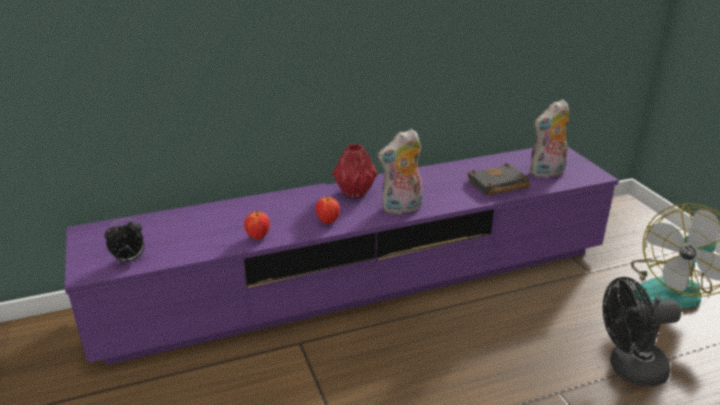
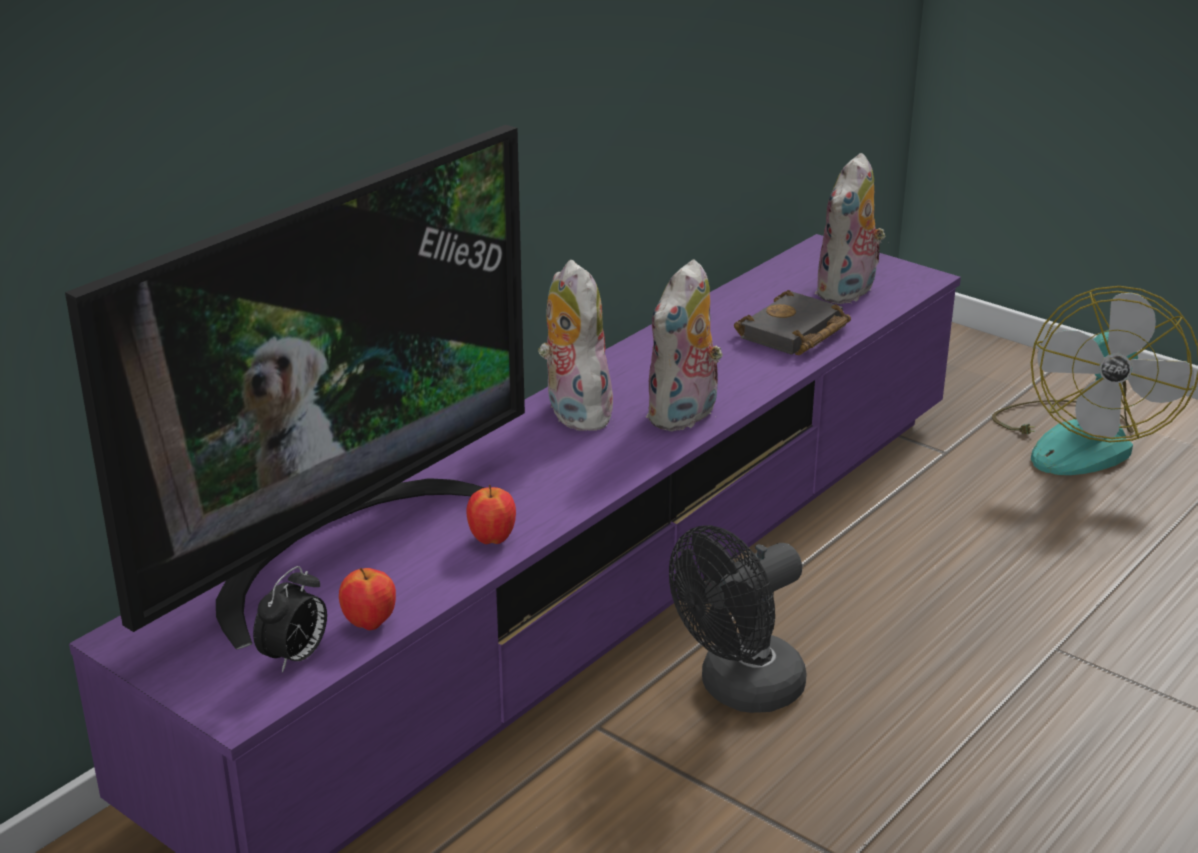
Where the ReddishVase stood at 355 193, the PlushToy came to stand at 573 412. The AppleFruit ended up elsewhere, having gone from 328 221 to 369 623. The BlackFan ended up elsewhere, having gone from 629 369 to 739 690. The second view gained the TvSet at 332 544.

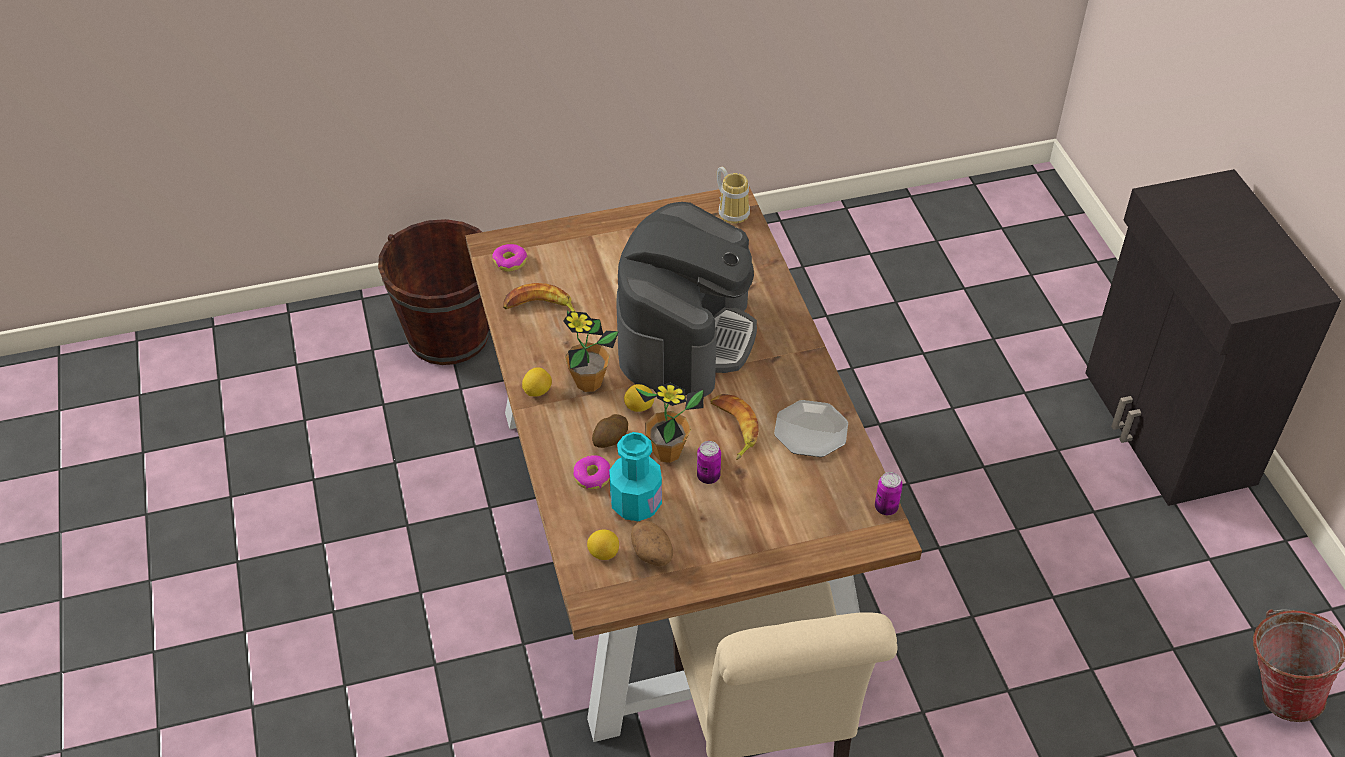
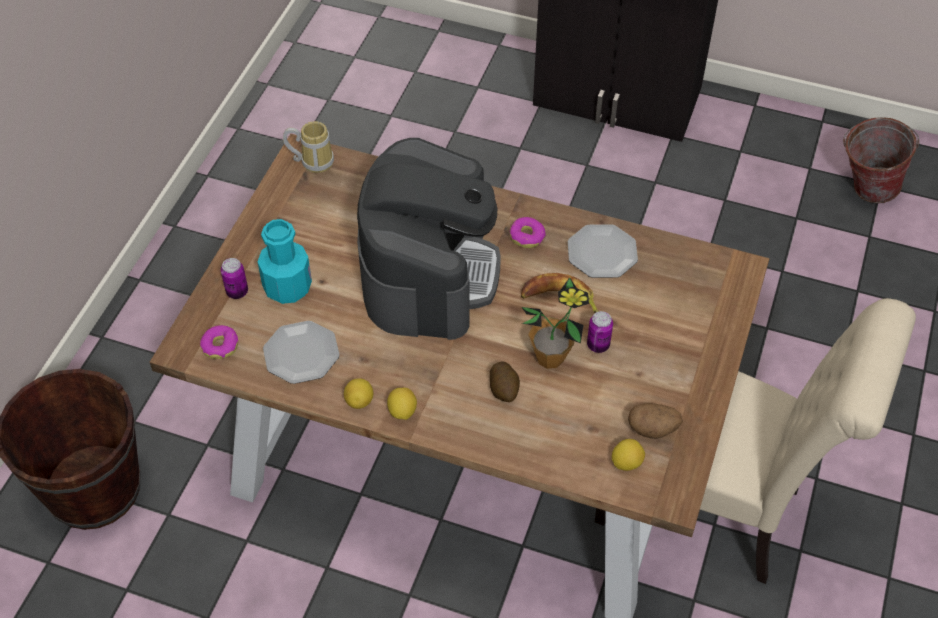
The CoffeeBrewer at 685 335 ended up facing another way, 45 degrees clockwise from before. Where the Banana stood at 540 308, the FlatDish came to stand at 301 355. The second view lost the Houseplant at 588 382. The WholeLemon ended up elsewhere, having gone from 639 407 to 359 401. The TurquoiseColouredBottle ended up elsewhere, having gone from 636 503 to 287 287. The RingDoughnut ended up elsewhere, having gone from 592 477 to 527 237. The MetalCan ended up elsewhere, having gone from 886 508 to 237 292.

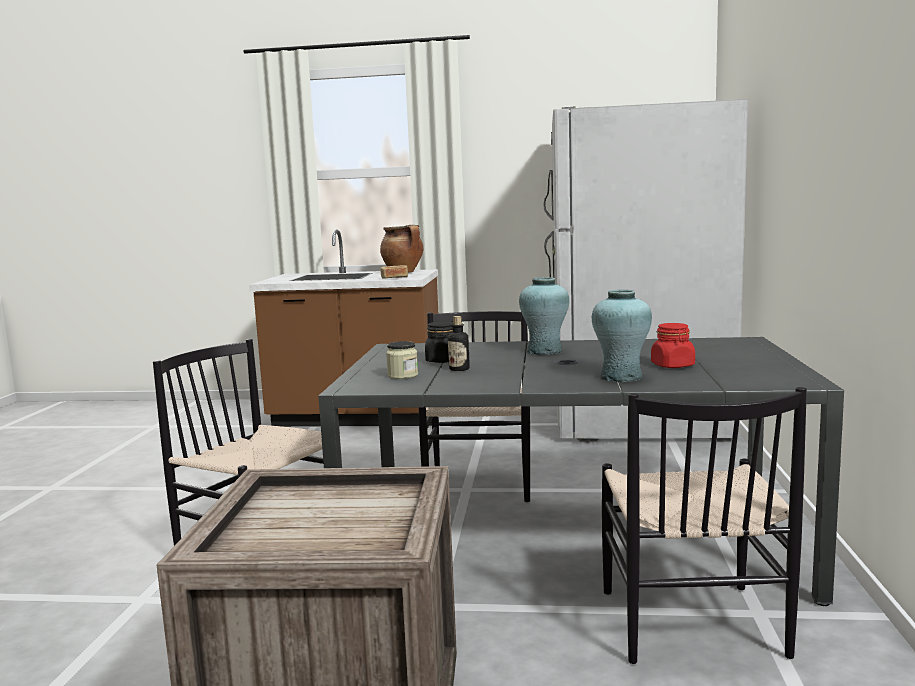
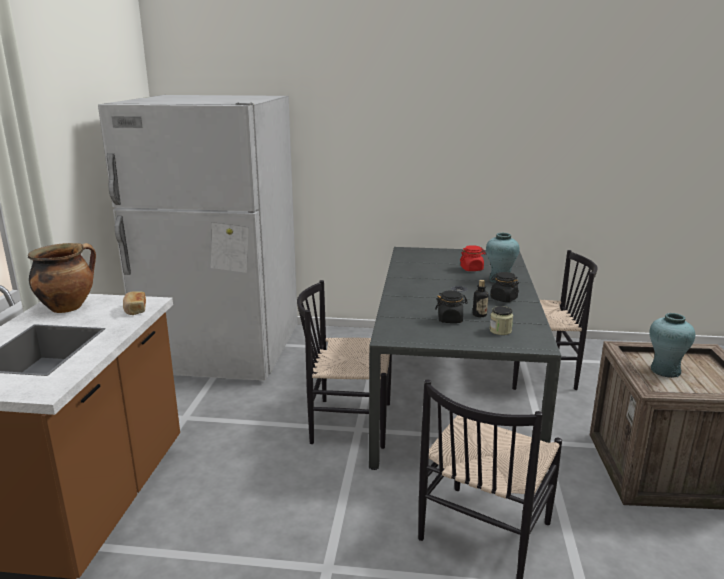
The TurquoiseColouredVase ended up elsewhere, having gone from 544 351 to 665 371. The second view gained the BlackJar at 503 299.

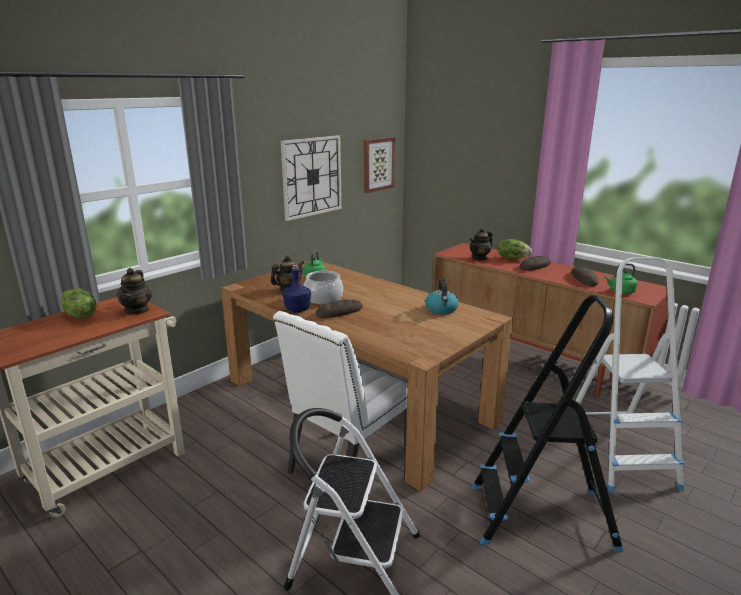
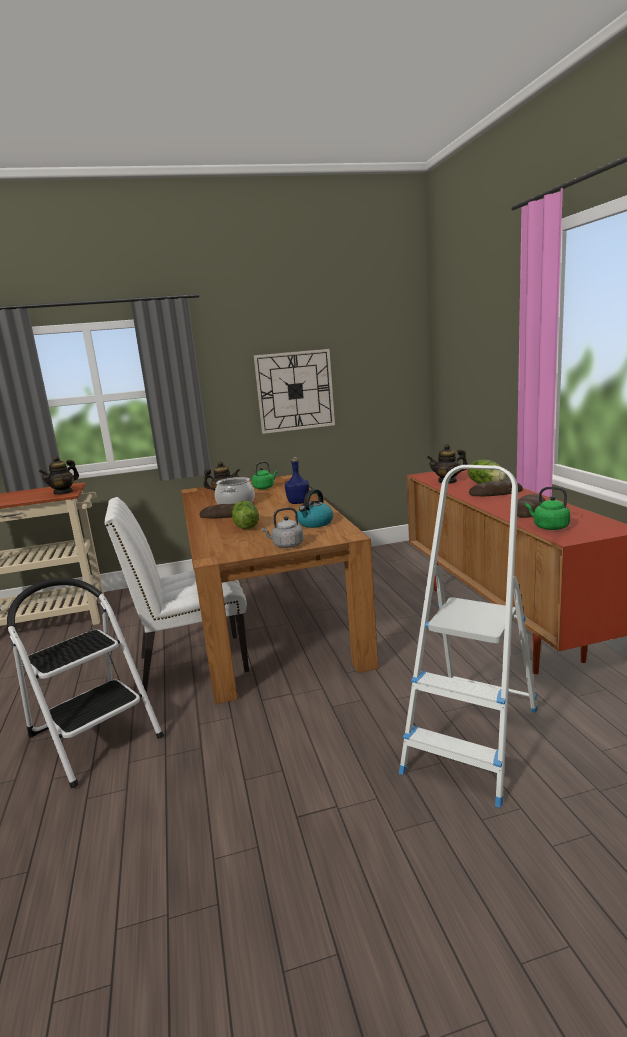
The second view lost the WallPicture at 378 164. The BluishBottle ended up elsewhere, having gone from 297 310 to 298 502. The Lettuce ended up elsewhere, having gone from 79 316 to 245 527. The second view lost the BlackStepLadder at 540 516. The second view gained the GreyishKettle at 286 545.

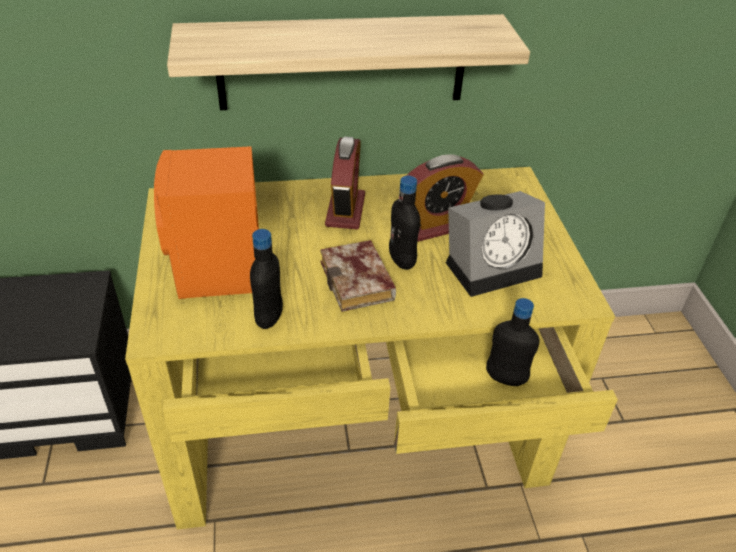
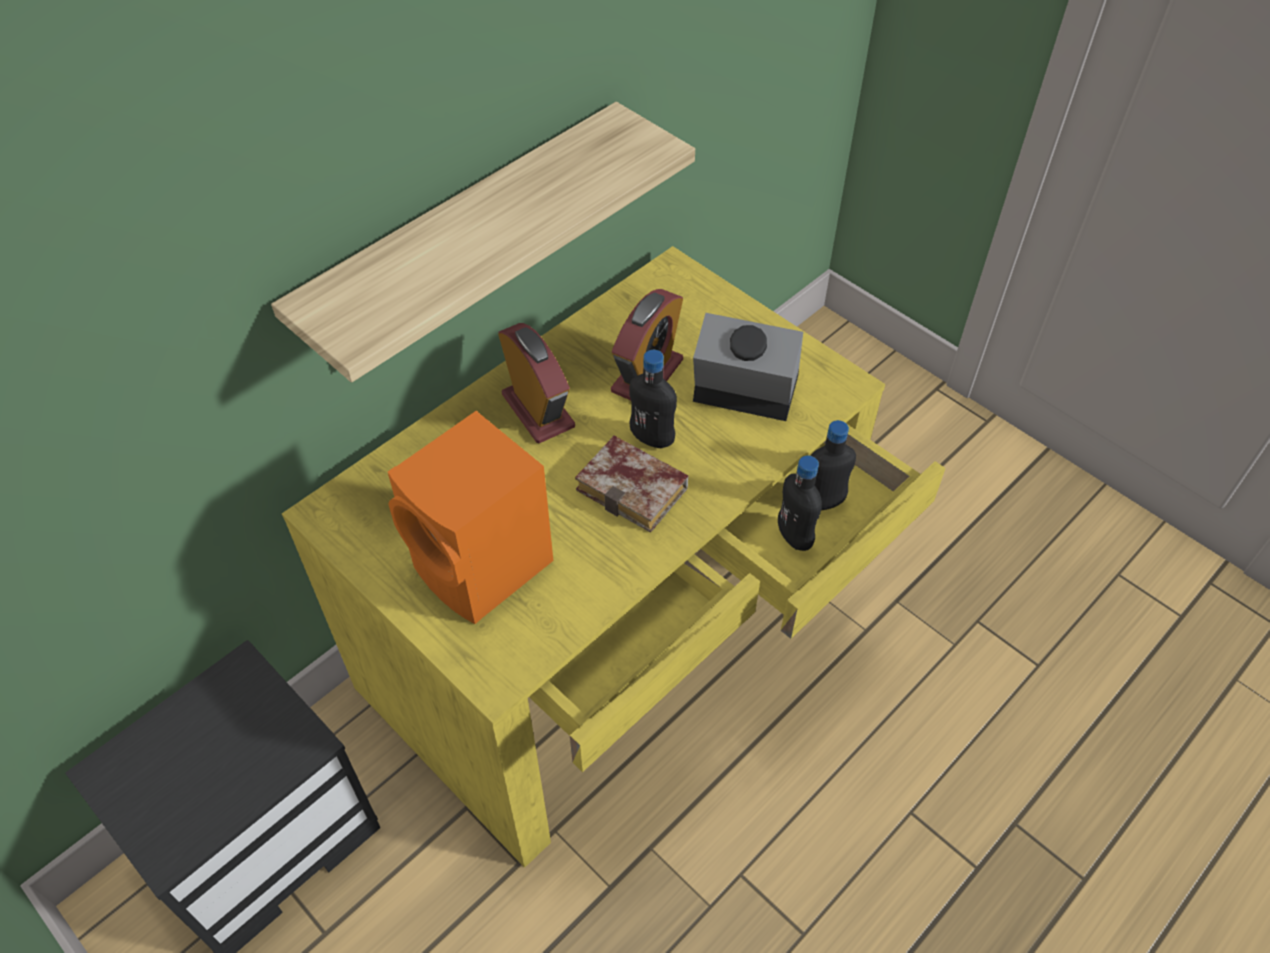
The BedsideClock at 493 266 ended up facing another way, 105 degrees counterclockwise from before. The BlackBottle ended up elsewhere, having gone from 269 317 to 794 536.

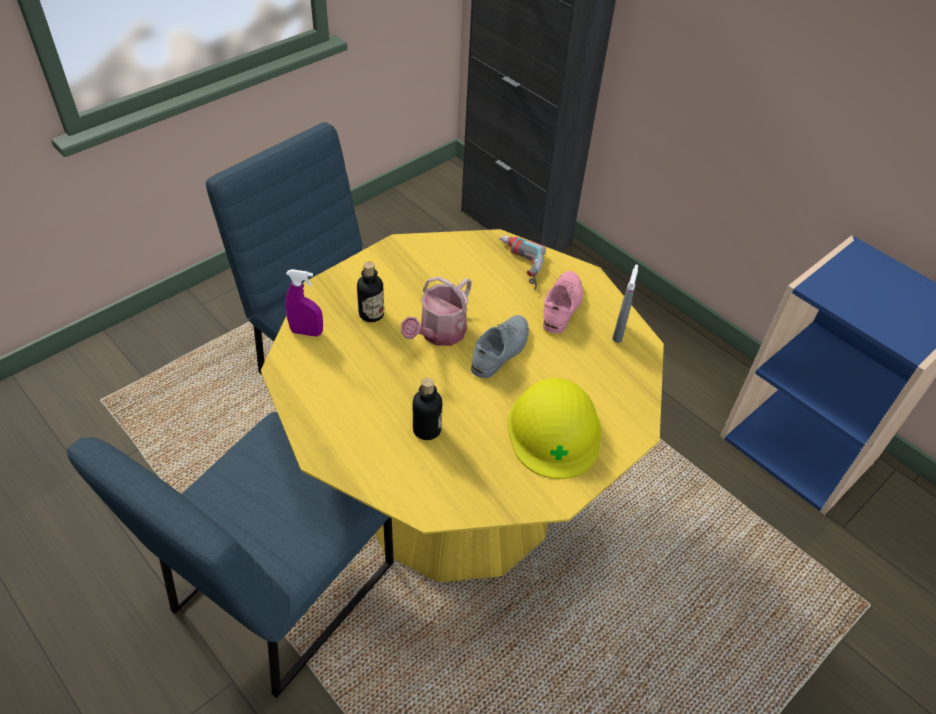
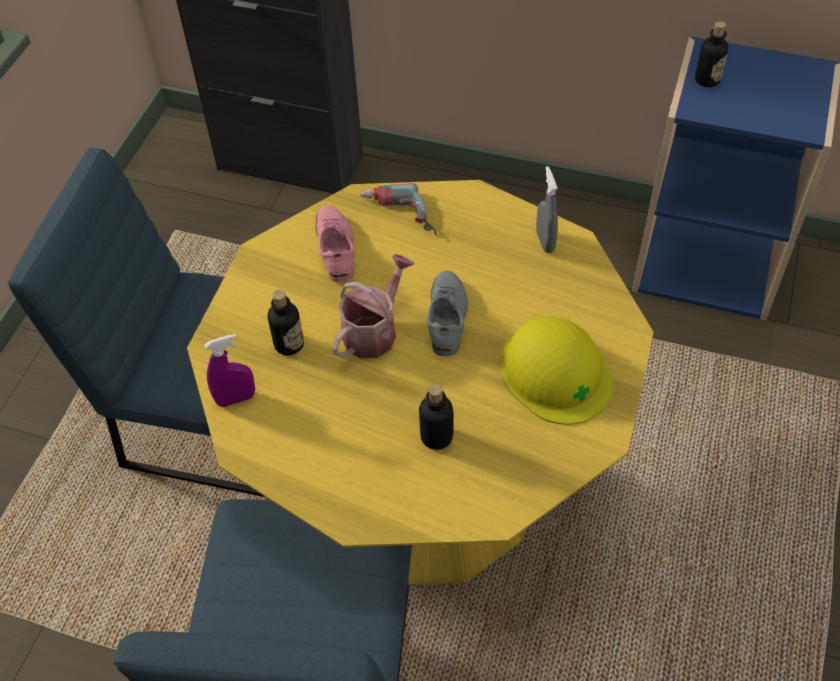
The PinkColouredShoe ended up elsewhere, having gone from 562 306 to 336 247. The SprinklingCan at 439 334 ended up facing another way, 150 degrees counterclockwise from before. The second view gained the Bottle at 707 80.

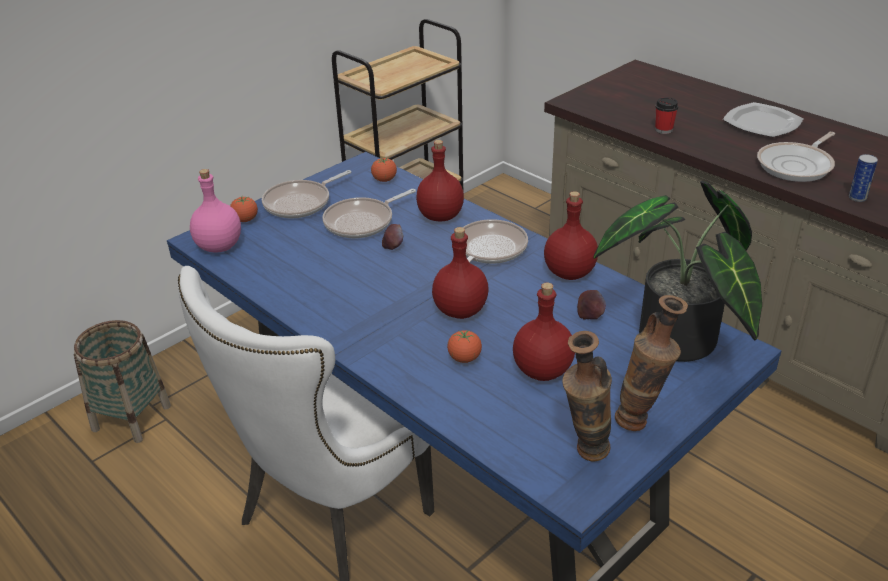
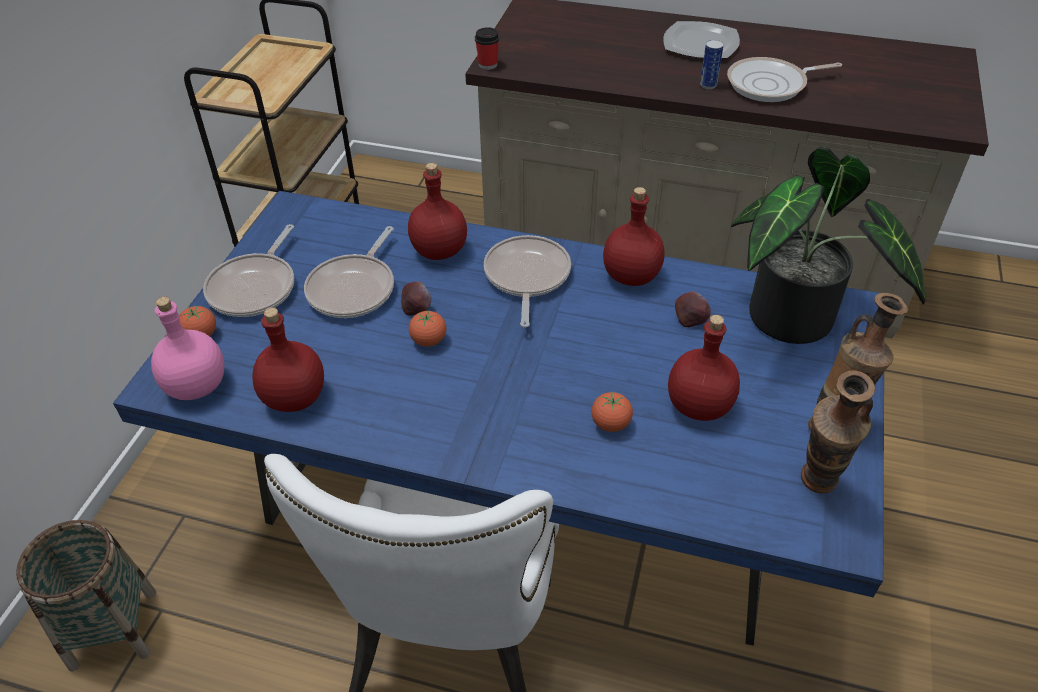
The Cup ended up elsewhere, having gone from 663 130 to 488 65. The Skillet at 797 165 ended up facing another way, 60 degrees clockwise from before. The MetalCan ended up elsewhere, having gone from 857 198 to 708 85. The Tomato ended up elsewhere, having gone from 384 180 to 429 340. The ReddishBottle ended up elsewhere, having gone from 461 311 to 295 398.

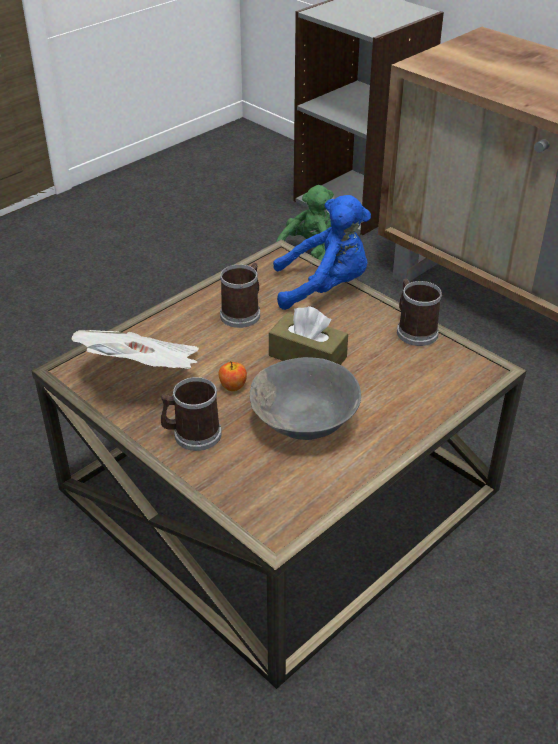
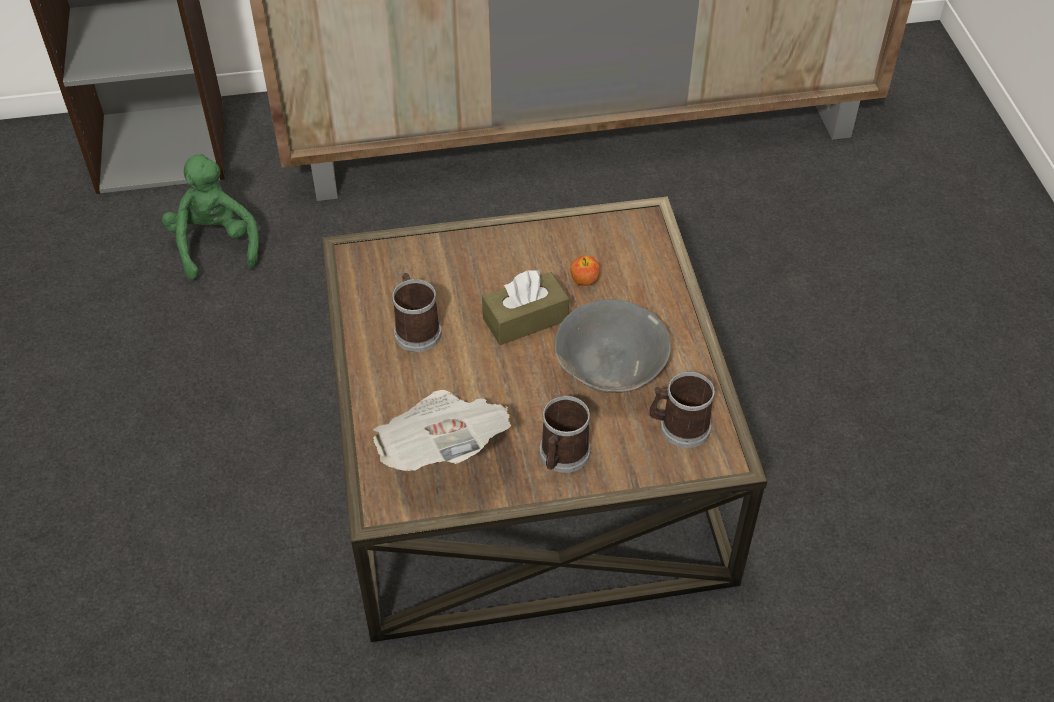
The second view lost the BluishPlushToy at 324 288. The Mug ended up elsewhere, having gone from 414 330 to 679 427. The AppleFruit ended up elsewhere, having gone from 233 386 to 584 280.

